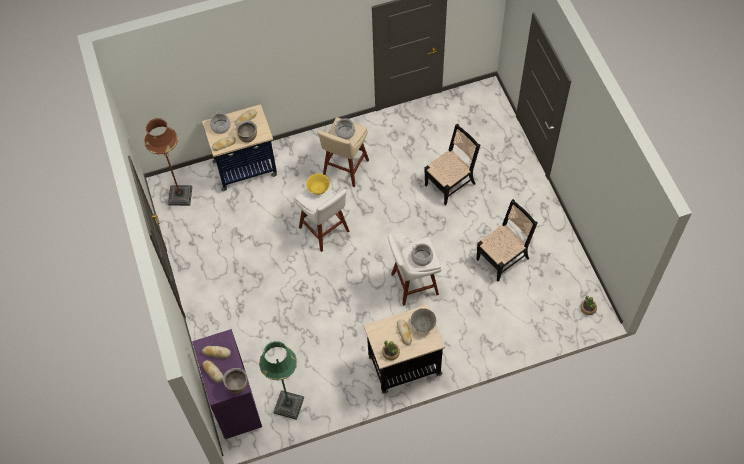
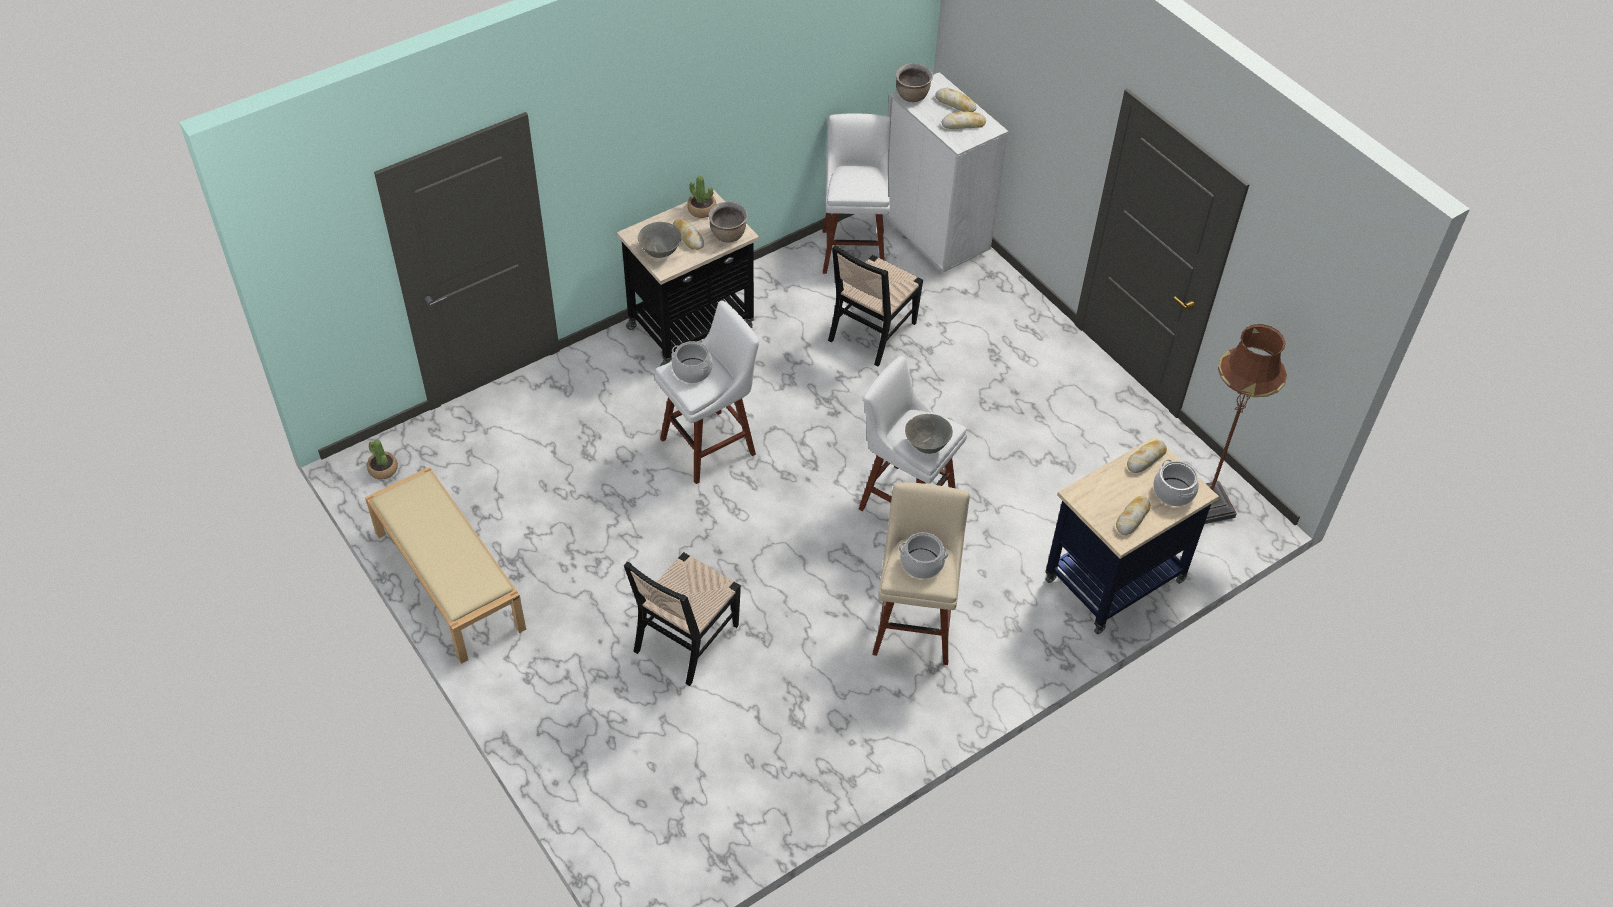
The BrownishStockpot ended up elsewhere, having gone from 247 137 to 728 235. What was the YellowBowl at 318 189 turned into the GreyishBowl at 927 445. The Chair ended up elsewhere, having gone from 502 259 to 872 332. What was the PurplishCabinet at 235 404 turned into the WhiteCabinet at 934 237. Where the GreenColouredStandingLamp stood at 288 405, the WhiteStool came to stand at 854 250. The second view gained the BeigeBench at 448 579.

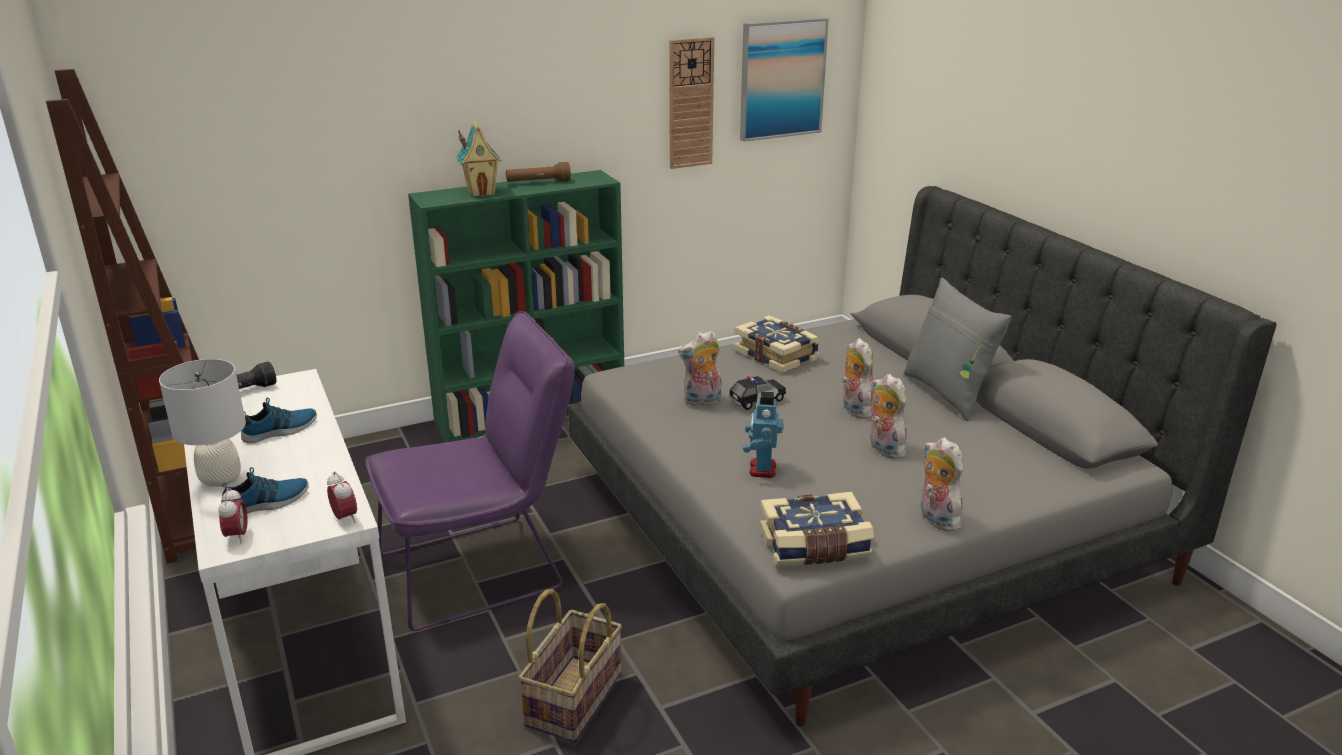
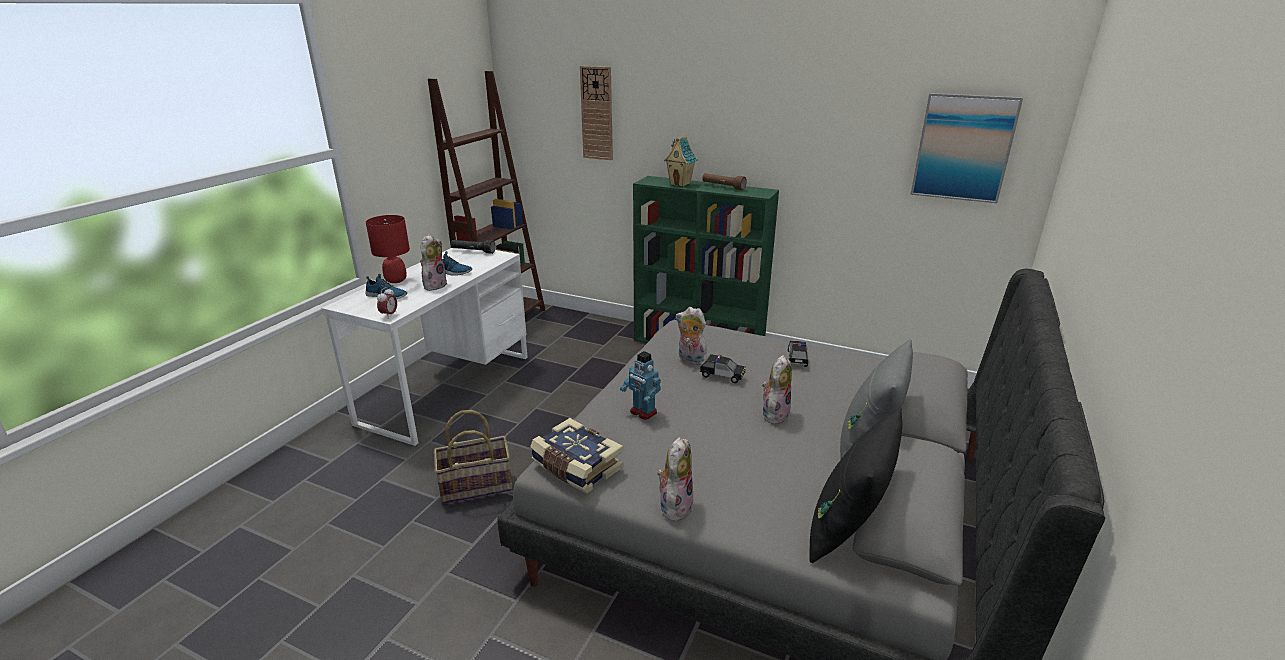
The WallClock ended up elsewhere, having gone from 690 103 to 597 113. The second view lost the PurplishChair at 483 568. Where the Volume stood at 777 355, the ModelCar came to stand at 797 358. What was the GreyishTableLamp at 221 481 turned into the ReddishTableLamp at 395 281. The PlushToy ended up elsewhere, having gone from 883 449 to 434 285. The ToyRobot at 761 469 ended up facing another way, 105 degrees counterclockwise from before. The second view lost the BedsideClock at 237 536. The second view gained the BlackThrowPillow at 847 530.

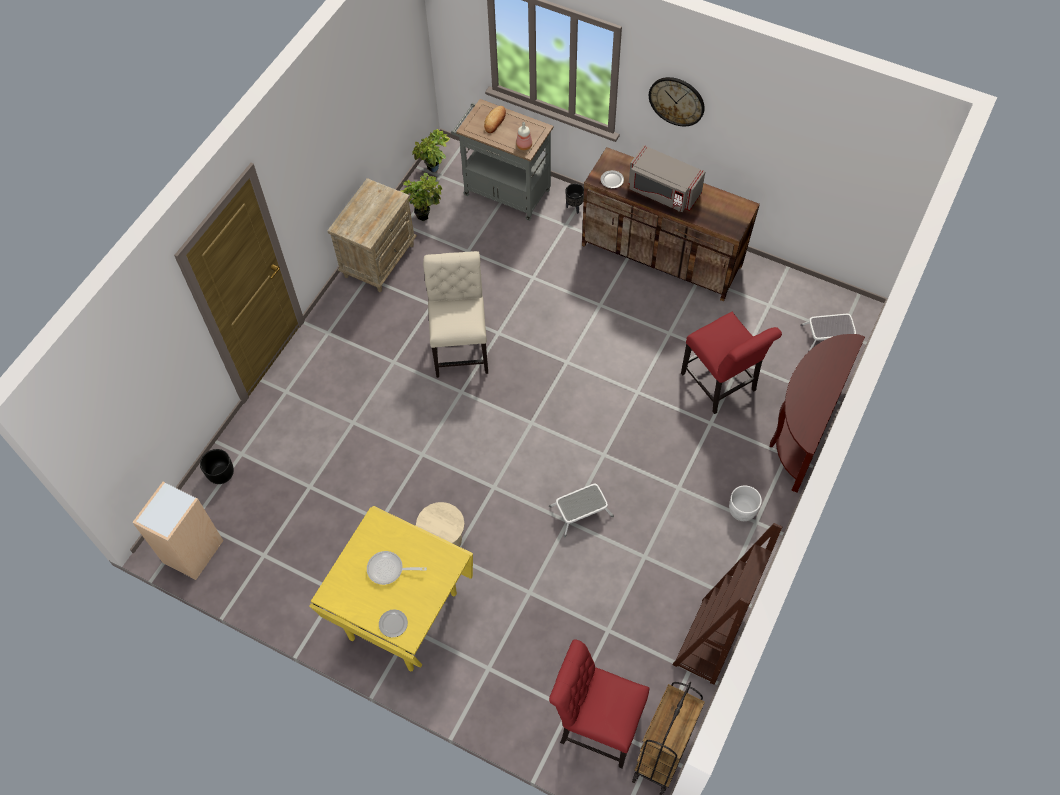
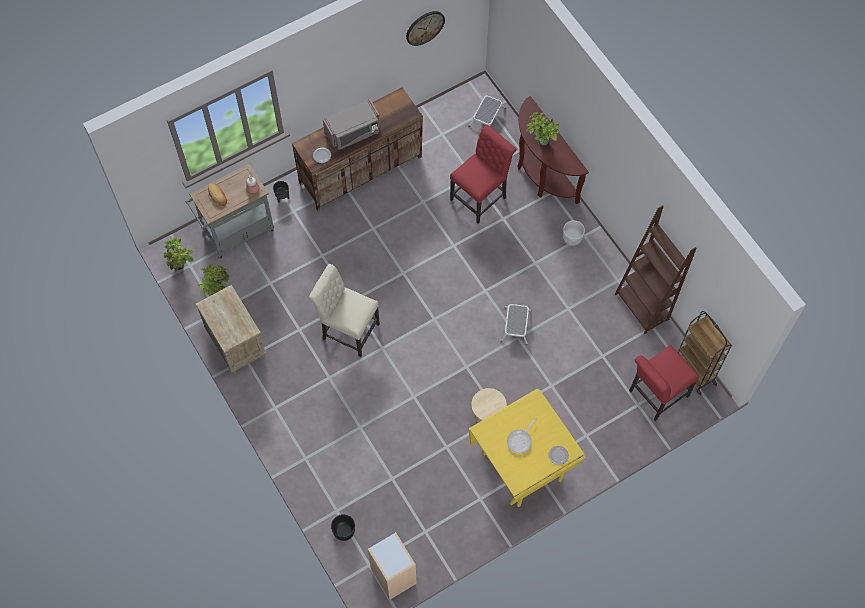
The WallClock ended up elsewhere, having gone from 677 101 to 424 27. The ReddishChair at 720 386 ended up facing another way, 45 degrees counterclockwise from before. The second view gained the Houseplant at 540 142.

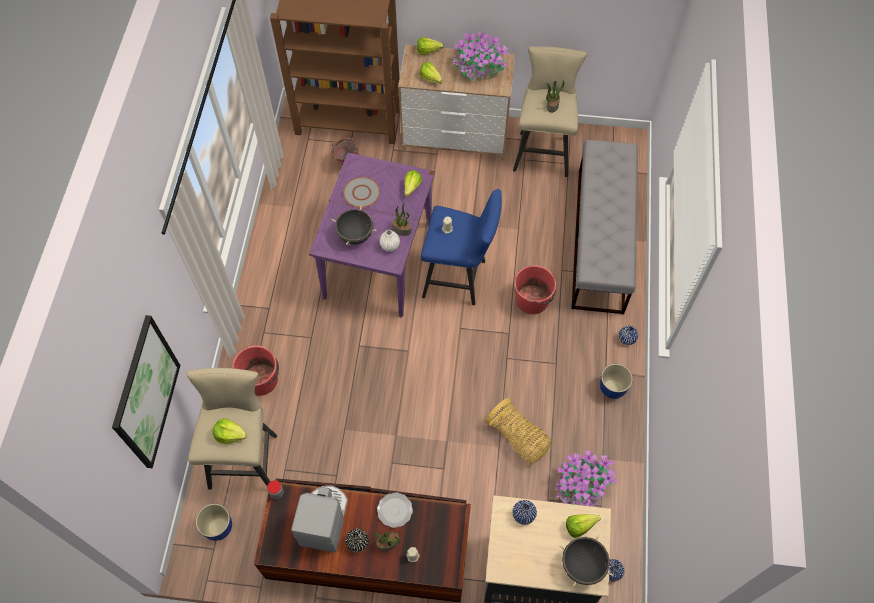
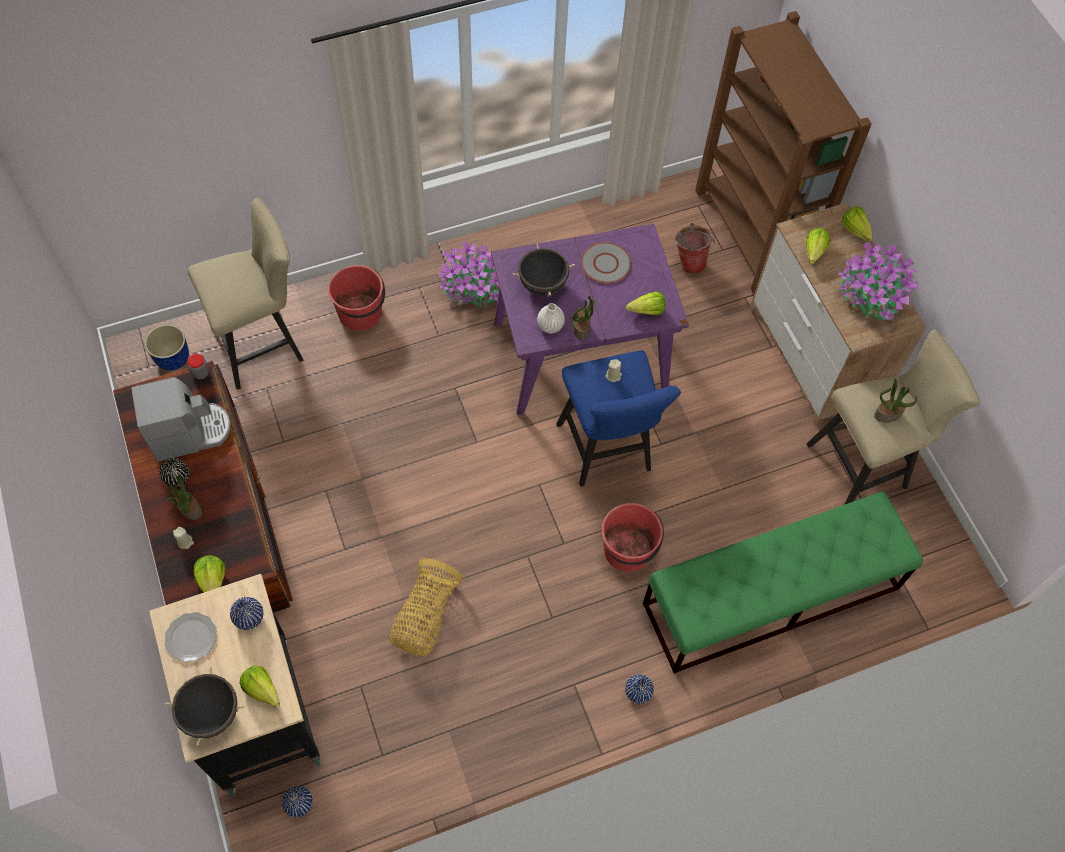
What was the GreyishBench at 600 240 turned into the GreenColouredBench at 770 596. The second view lost the WallPicture at 146 393. The second view lost the Planter at 612 388. The Lettuce ended up elsewhere, having gone from 230 434 to 212 580. The Houseplant ended up elsewhere, having gone from 581 485 to 472 289. The FlatDish ended up elsewhere, having gone from 395 511 to 190 638.

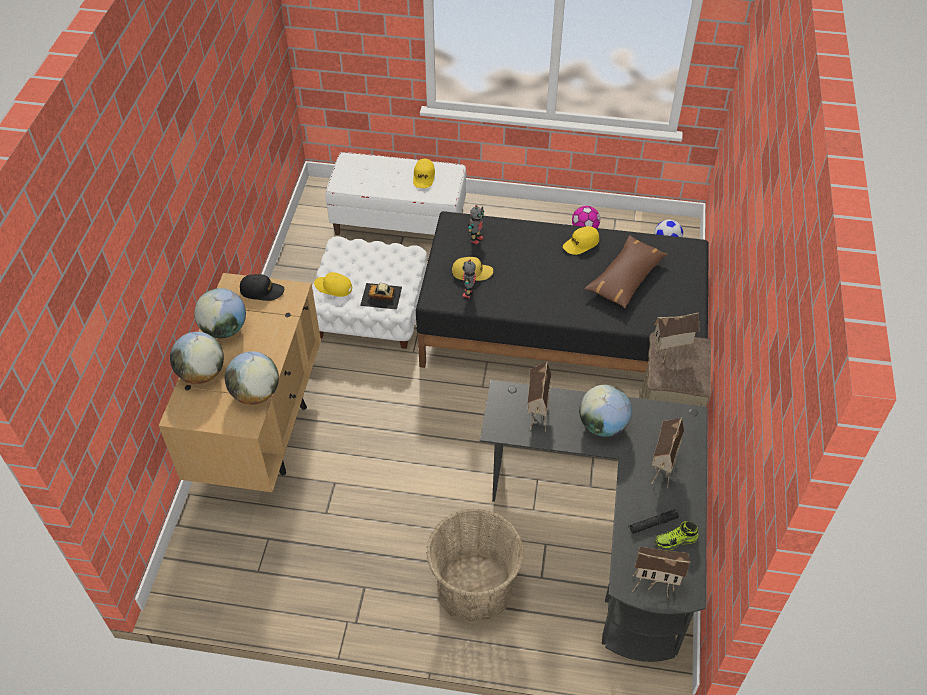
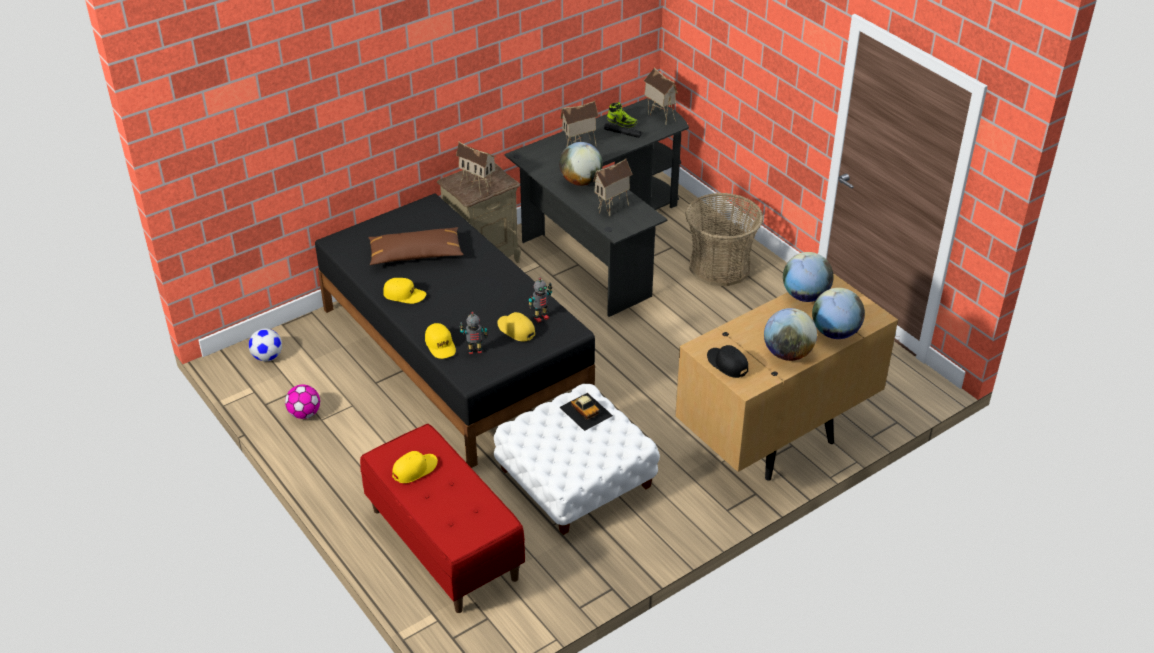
What was the WhiteBench at 399 222 turned into the ReddishBench at 443 544. The YellowCap ended up elsewhere, having gone from 333 287 to 440 345.

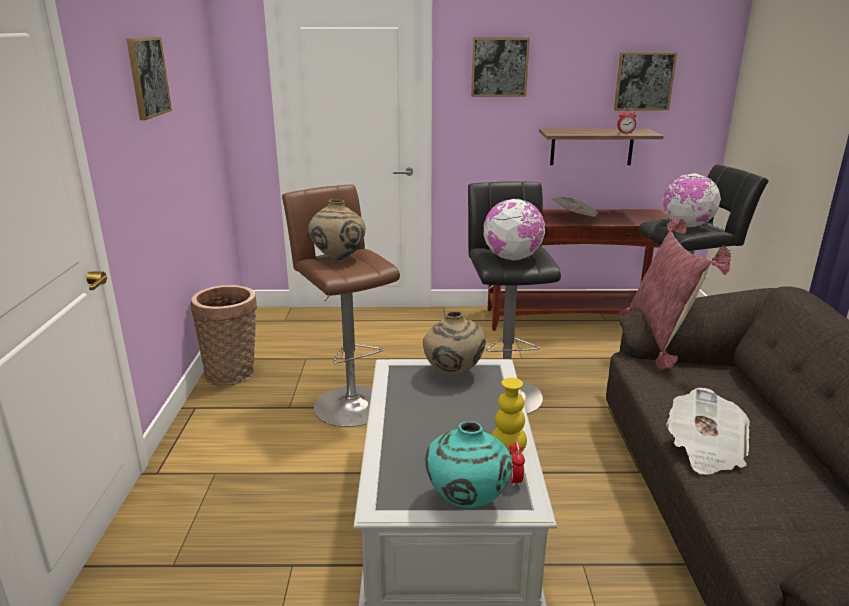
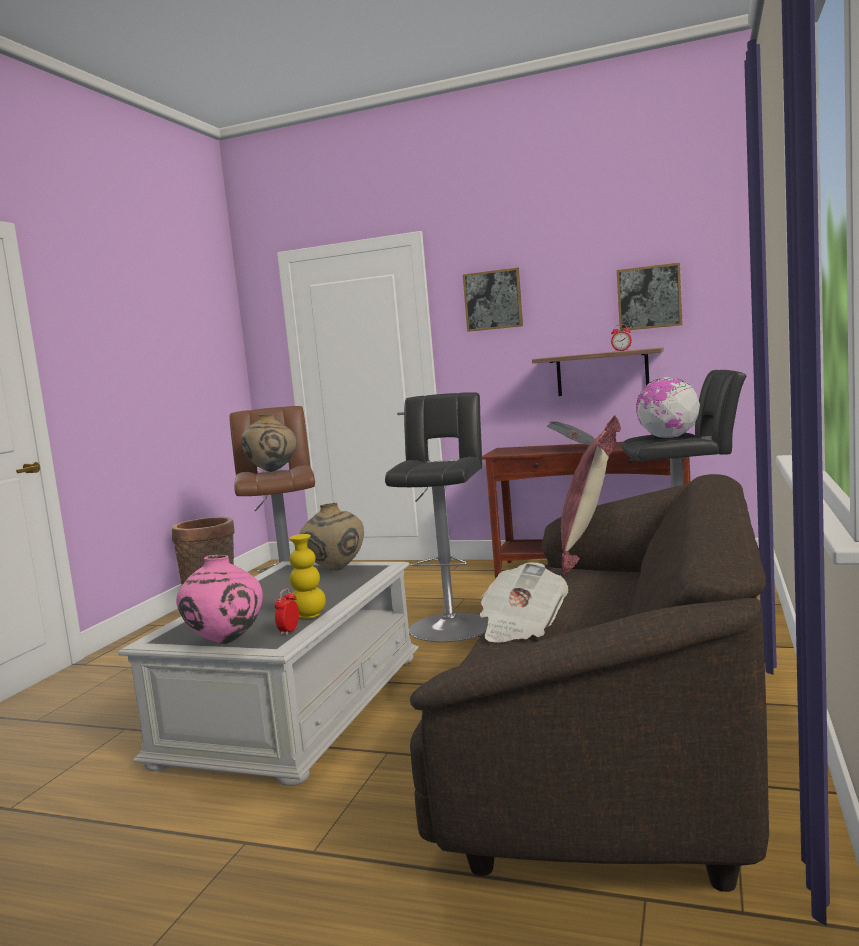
The second view lost the WallPicture at 148 77. The second view lost the Globe at 512 258. What was the TurquoiseColouredVase at 466 502 turned into the PinkColouredVase at 225 642.

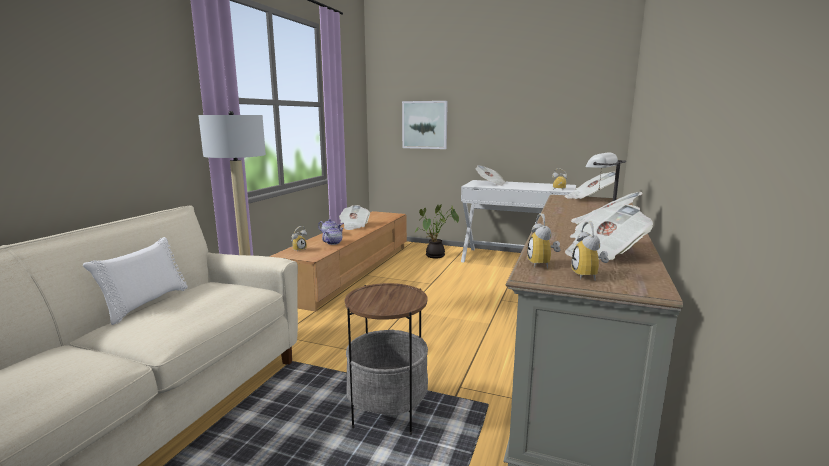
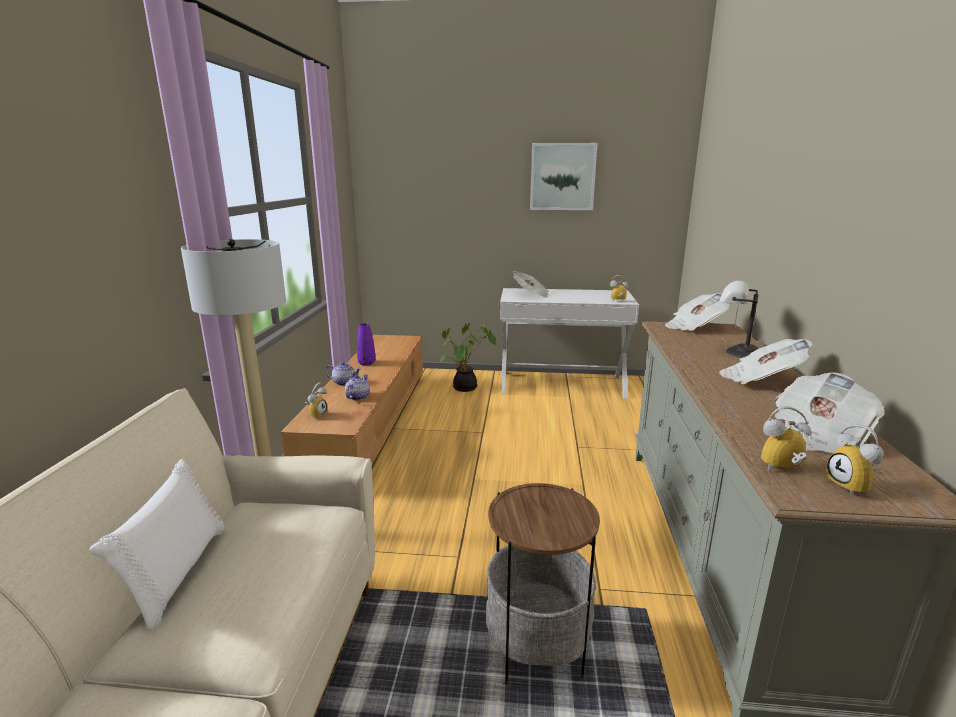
The WallPicture ended up elsewhere, having gone from 424 125 to 562 177. Where the DailyPaper stood at 354 226, the PurplishVase came to stand at 366 363. The BedsideClock at 543 264 ended up facing another way, 105 degrees clockwise from before.

